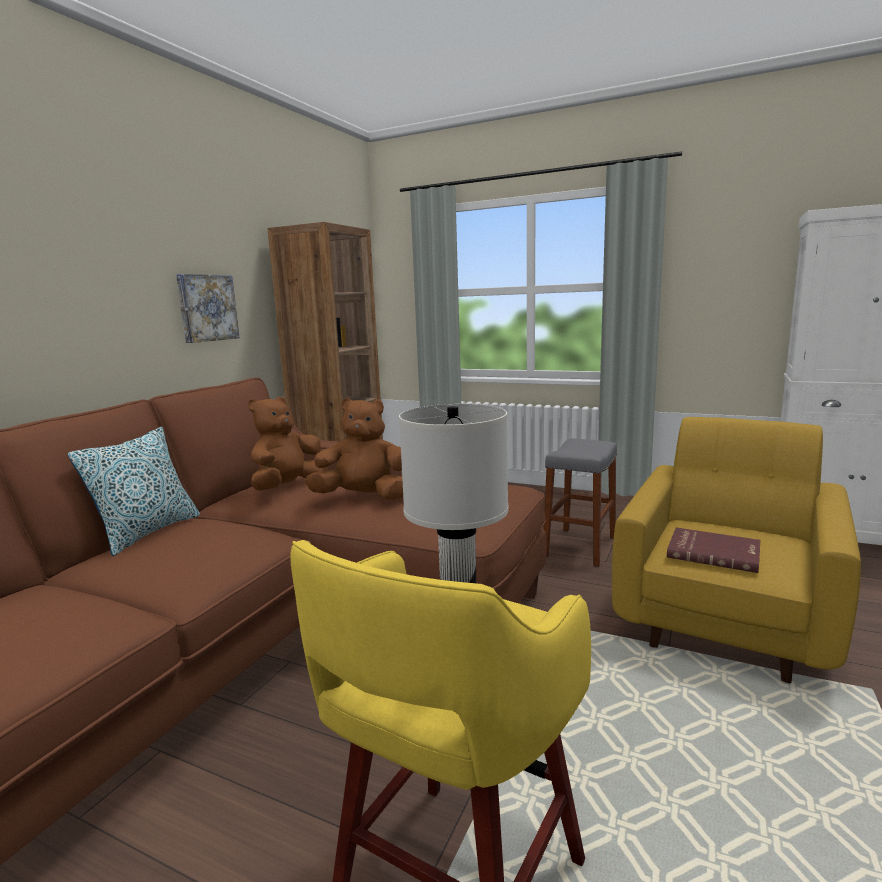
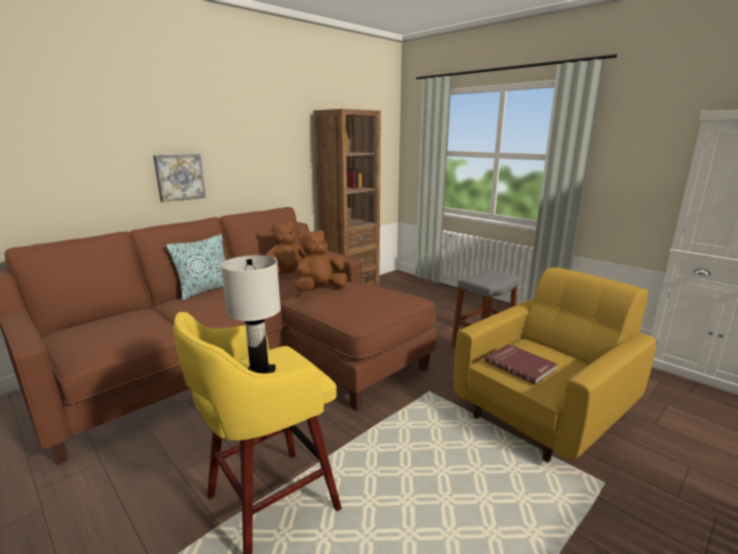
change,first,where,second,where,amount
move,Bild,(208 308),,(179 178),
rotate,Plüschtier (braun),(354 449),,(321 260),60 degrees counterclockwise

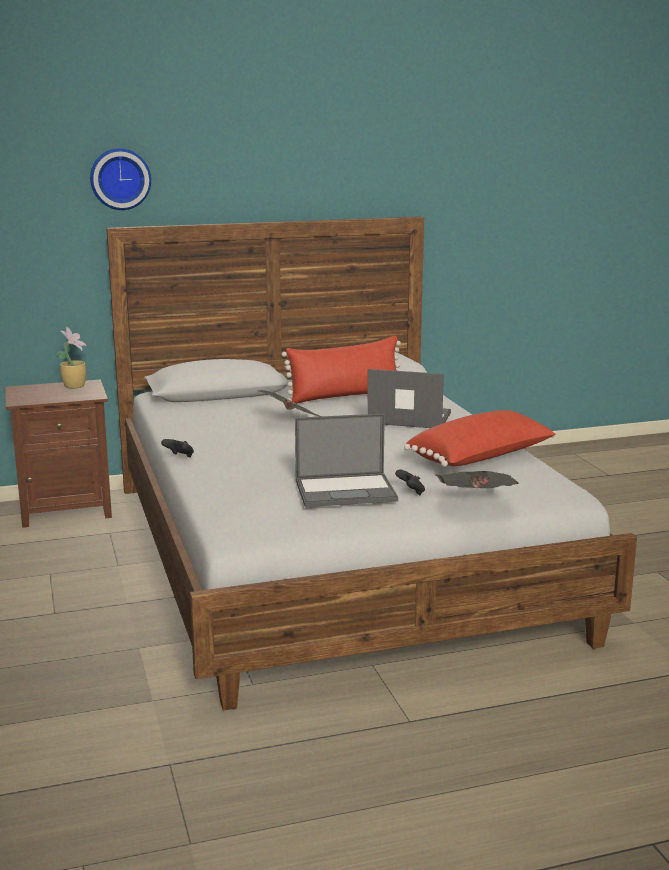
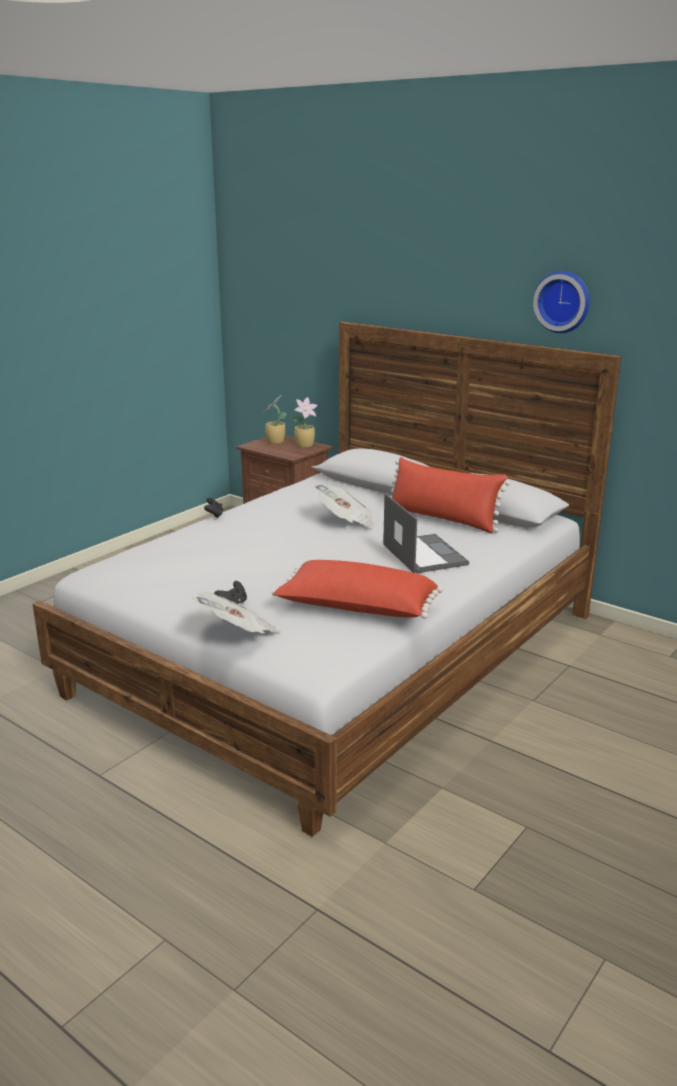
change,first,where,second,where,amount
move,Wanduhr,(120 179),,(561 302),
delete,Laptop,(346 460),,,
insert,,,Topfpflanze,(274 419),

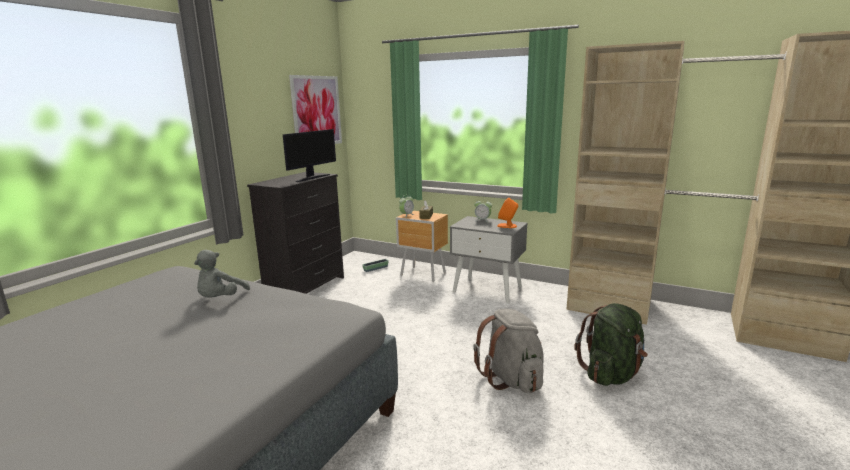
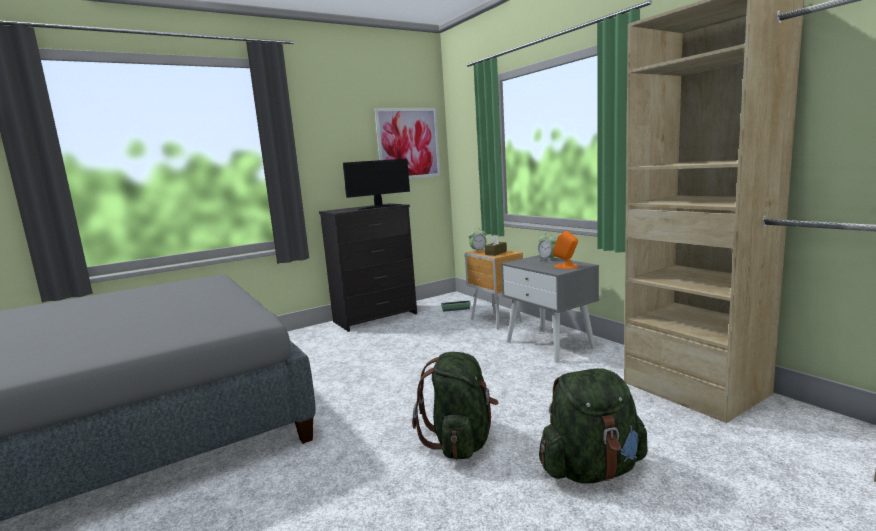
change,first,where,second,where,amount
delete,Plüschtier (grau),(222 274),,,
recolor,Rucksack (grau),(508 351),Rucksack (grün),(455 406),

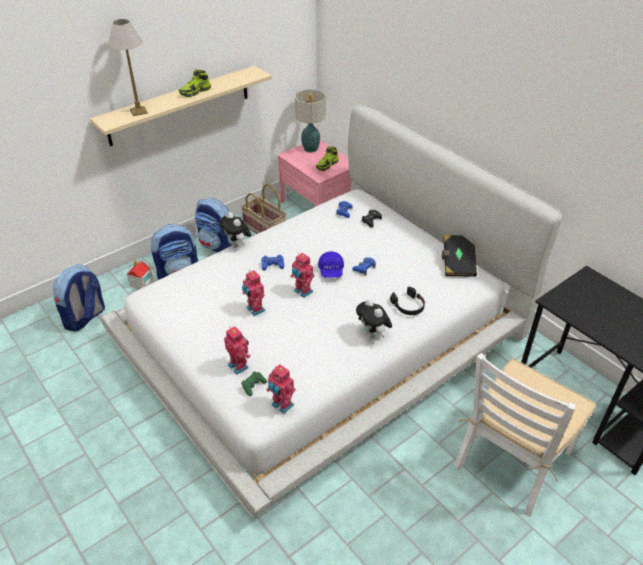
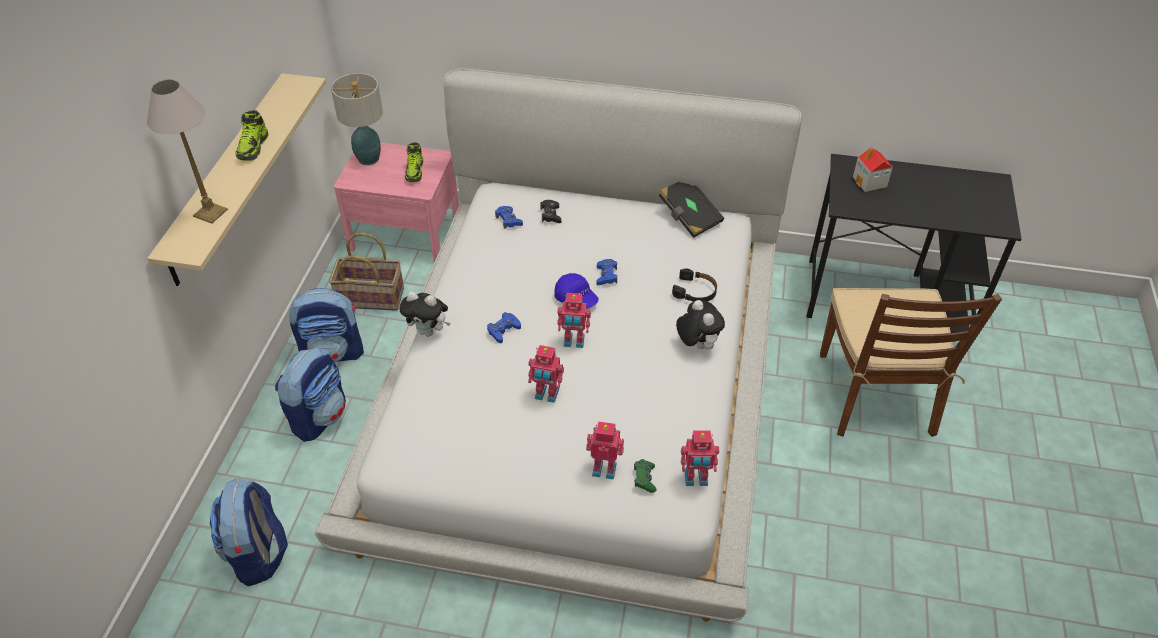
change,first,where,second,where,amount
move,Spielzeughaus,(140 274),,(873 169),
rotate,Plüschtier,(374 319),,(700 325),135 degrees counterclockwise
recolor,Stuhl (weiß),(525 434),Stuhl (braun),(911 362),

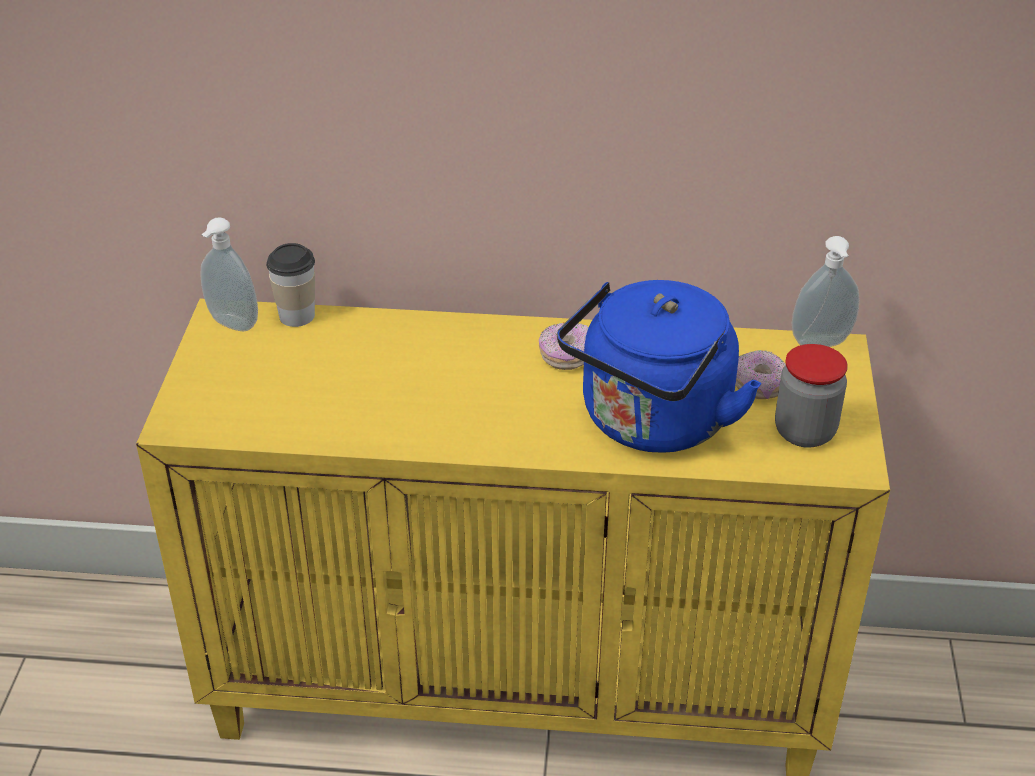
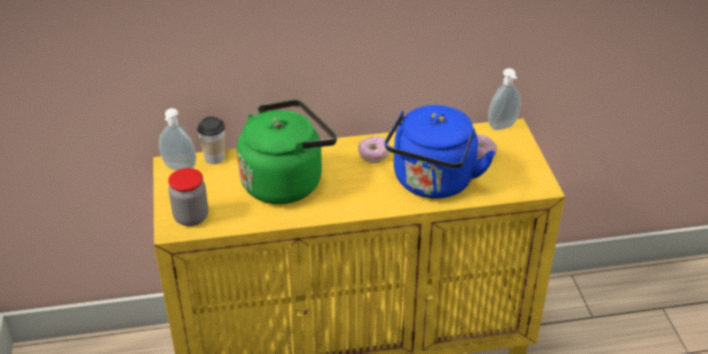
change,first,where,second,where,amount
move,Vorratsglas,(811 396),,(188 197),
insert,,,Wasserkessel (grün),(287 152),

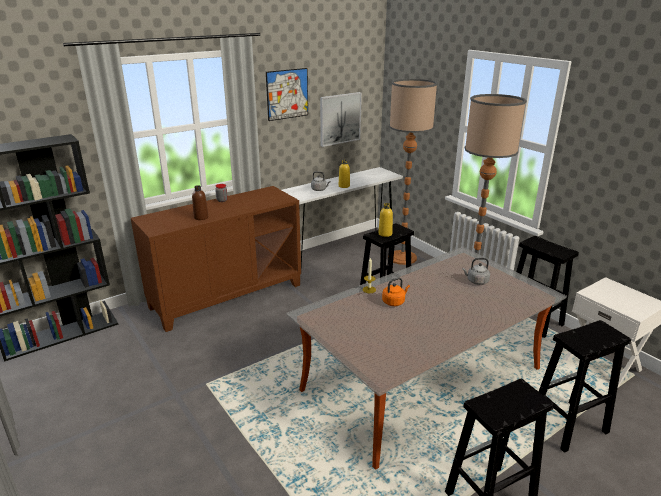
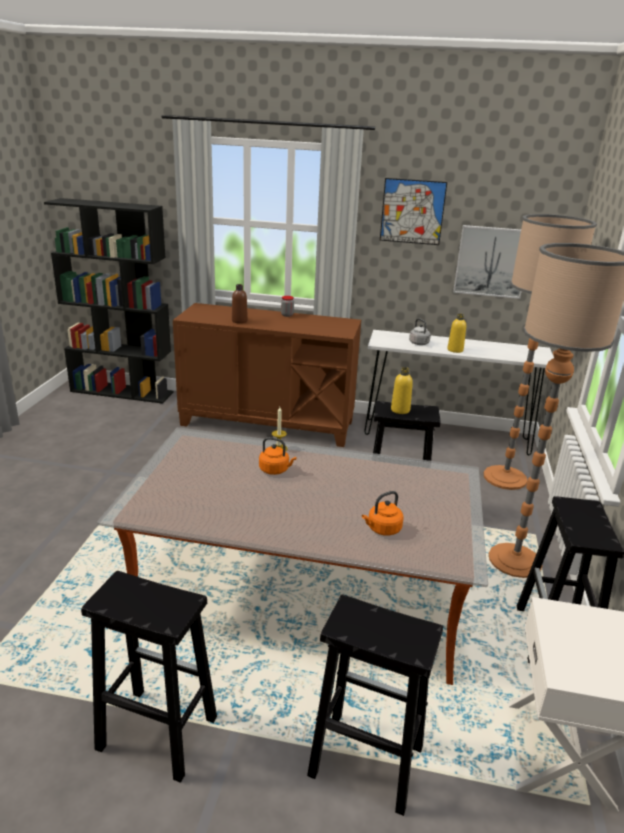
change,first,where,second,where,amount
delete,Wasserkessel (grau),(476 271),,,
insert,,,Wasserkessel (orange),(383 513),

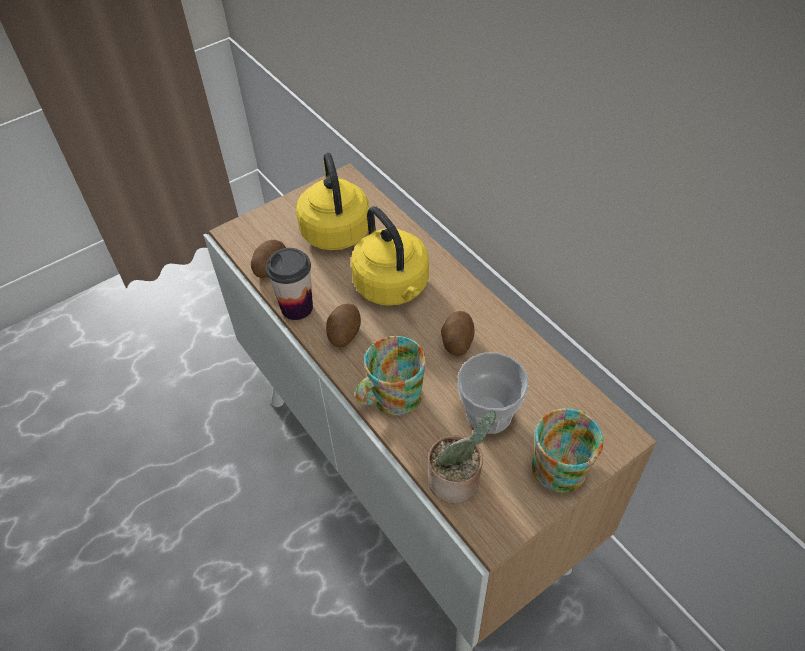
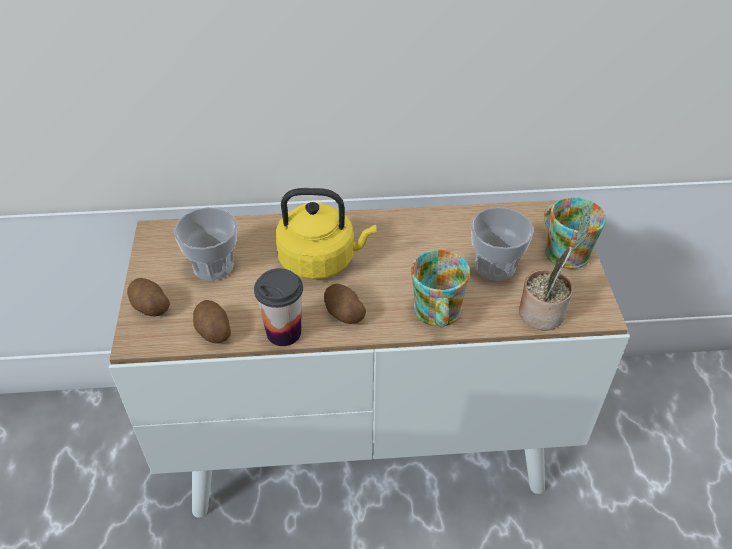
change,first,where,second,where,amount
replace,Wasserkessel (gelb),(332 201),Tasse,(205 244),
move,Kartoffel,(457 333),,(148 297),

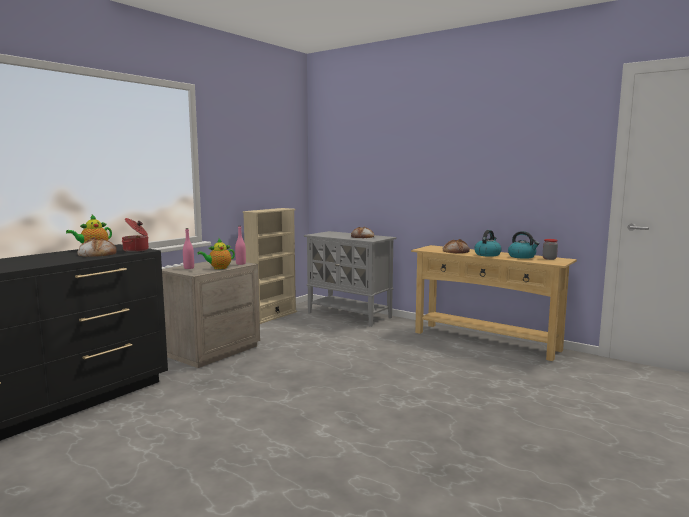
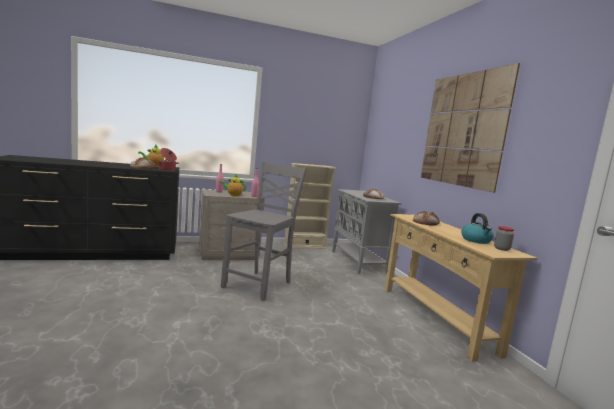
change,first,where,second,where,amount
delete,Wasserkessel,(488 243),,,
insert,,,Stuhl (grau),(264 231),
insert,,,Bild,(470 128),

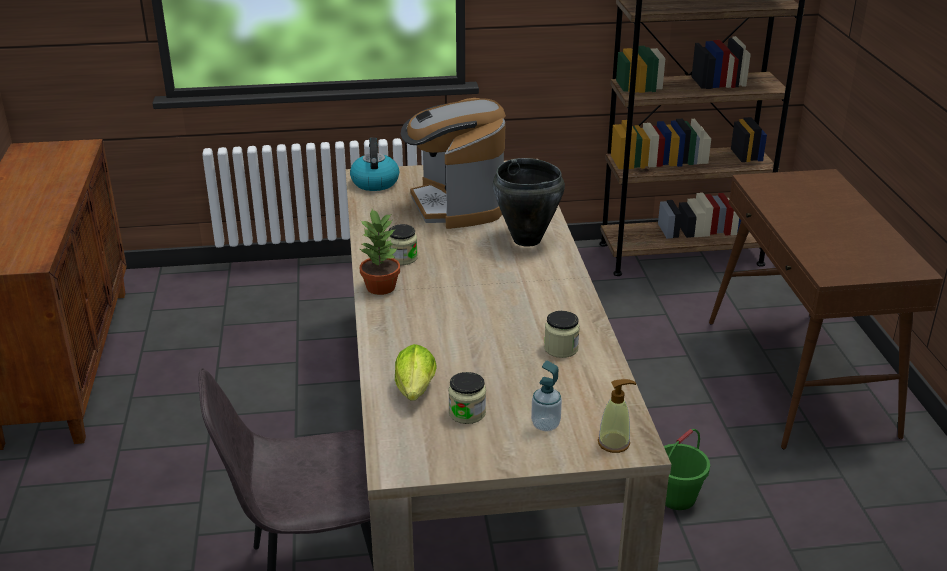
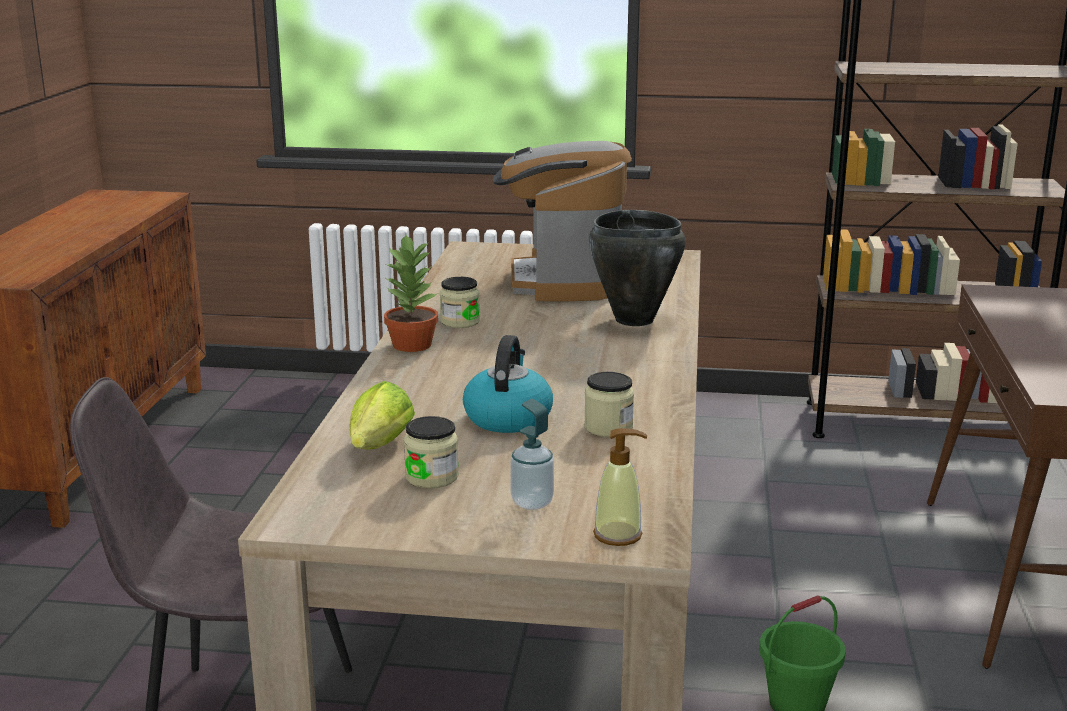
change,first,where,second,where,amount
move,Wasserkessel,(374 164),,(508 384),

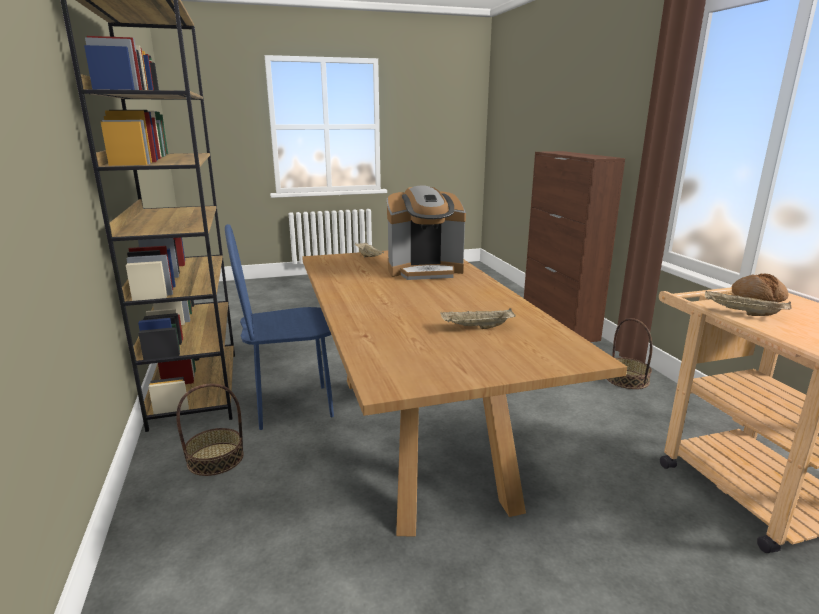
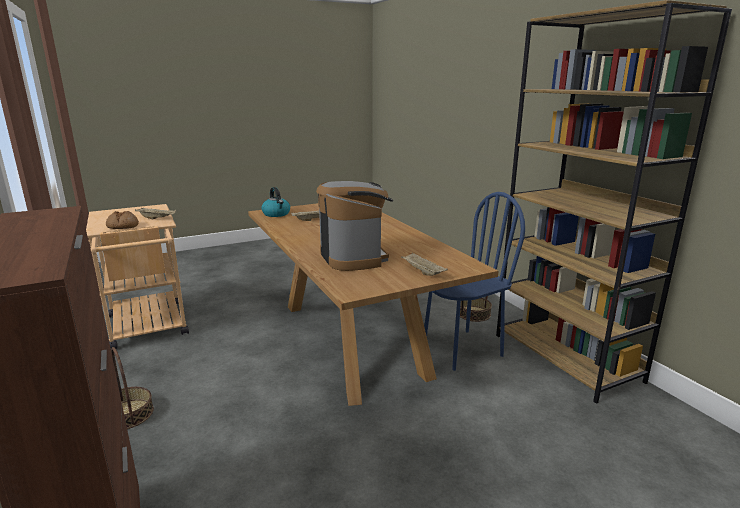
change,first,where,second,where,amount
rotate,Kaffeemaschine,(426 233),,(354 226),90 degrees clockwise
insert,,,Wasserkessel,(275 202),

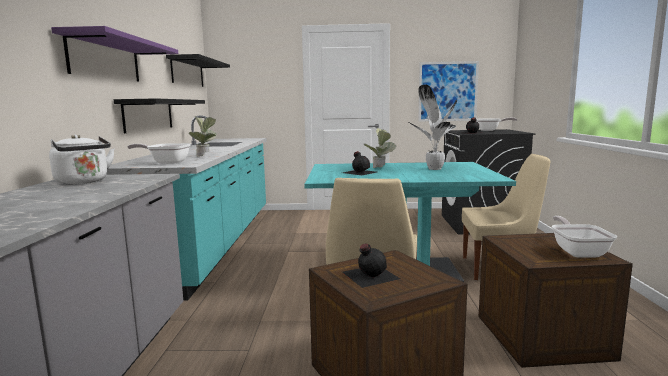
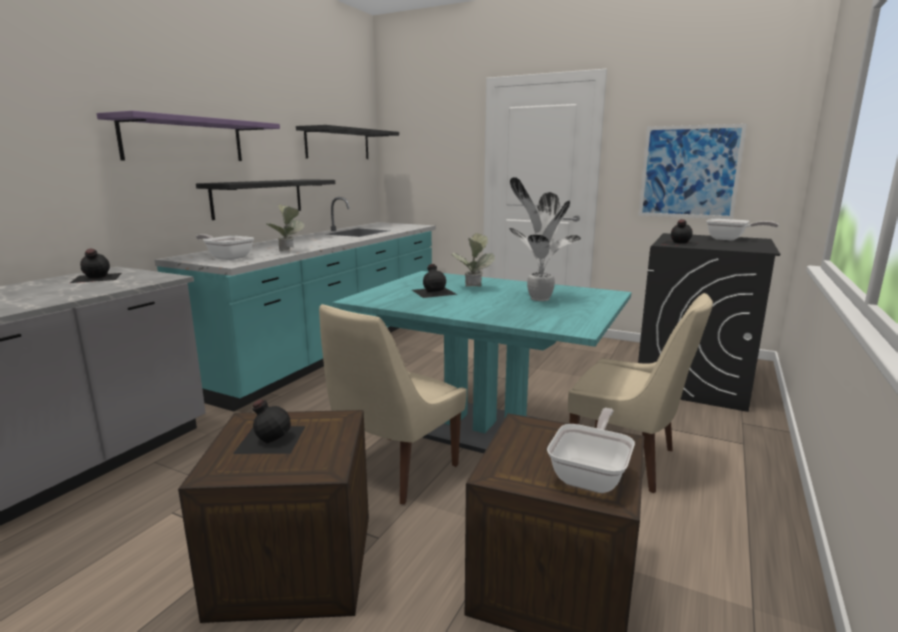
change,first,where,second,where,amount
replace,Wasserkessel (weiß),(81 159),Flasche (schwarz),(96 266),

